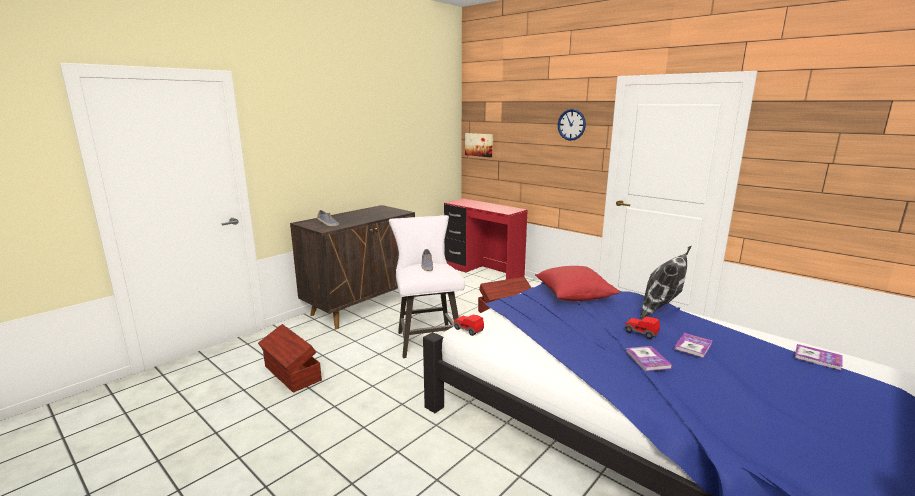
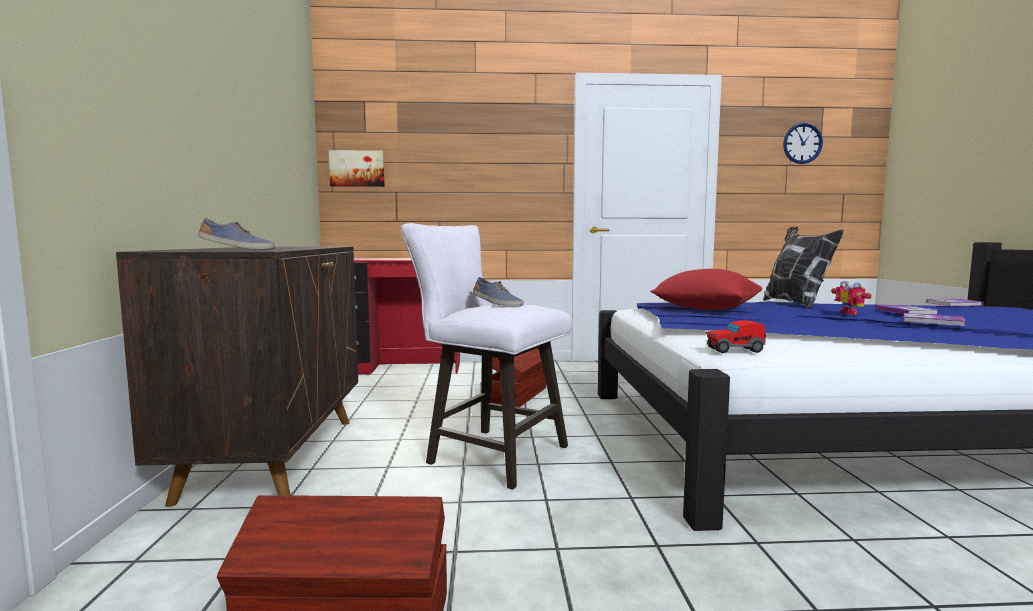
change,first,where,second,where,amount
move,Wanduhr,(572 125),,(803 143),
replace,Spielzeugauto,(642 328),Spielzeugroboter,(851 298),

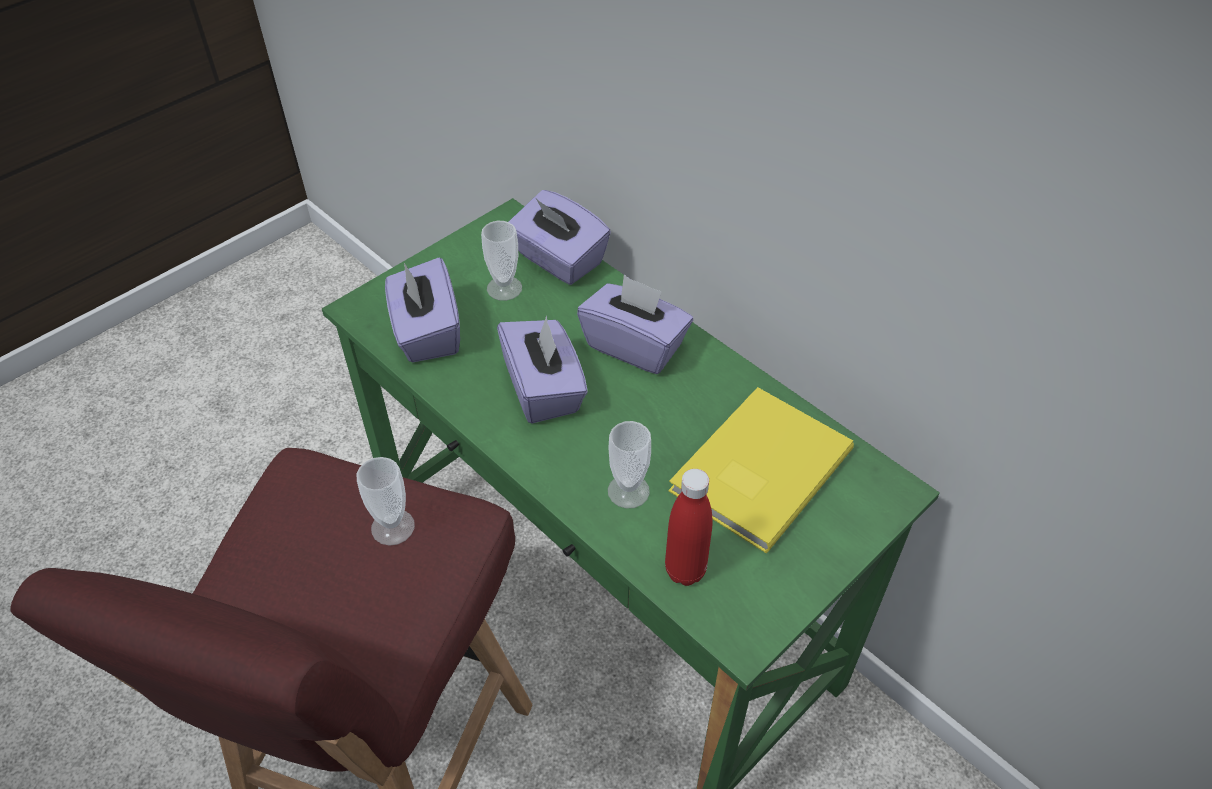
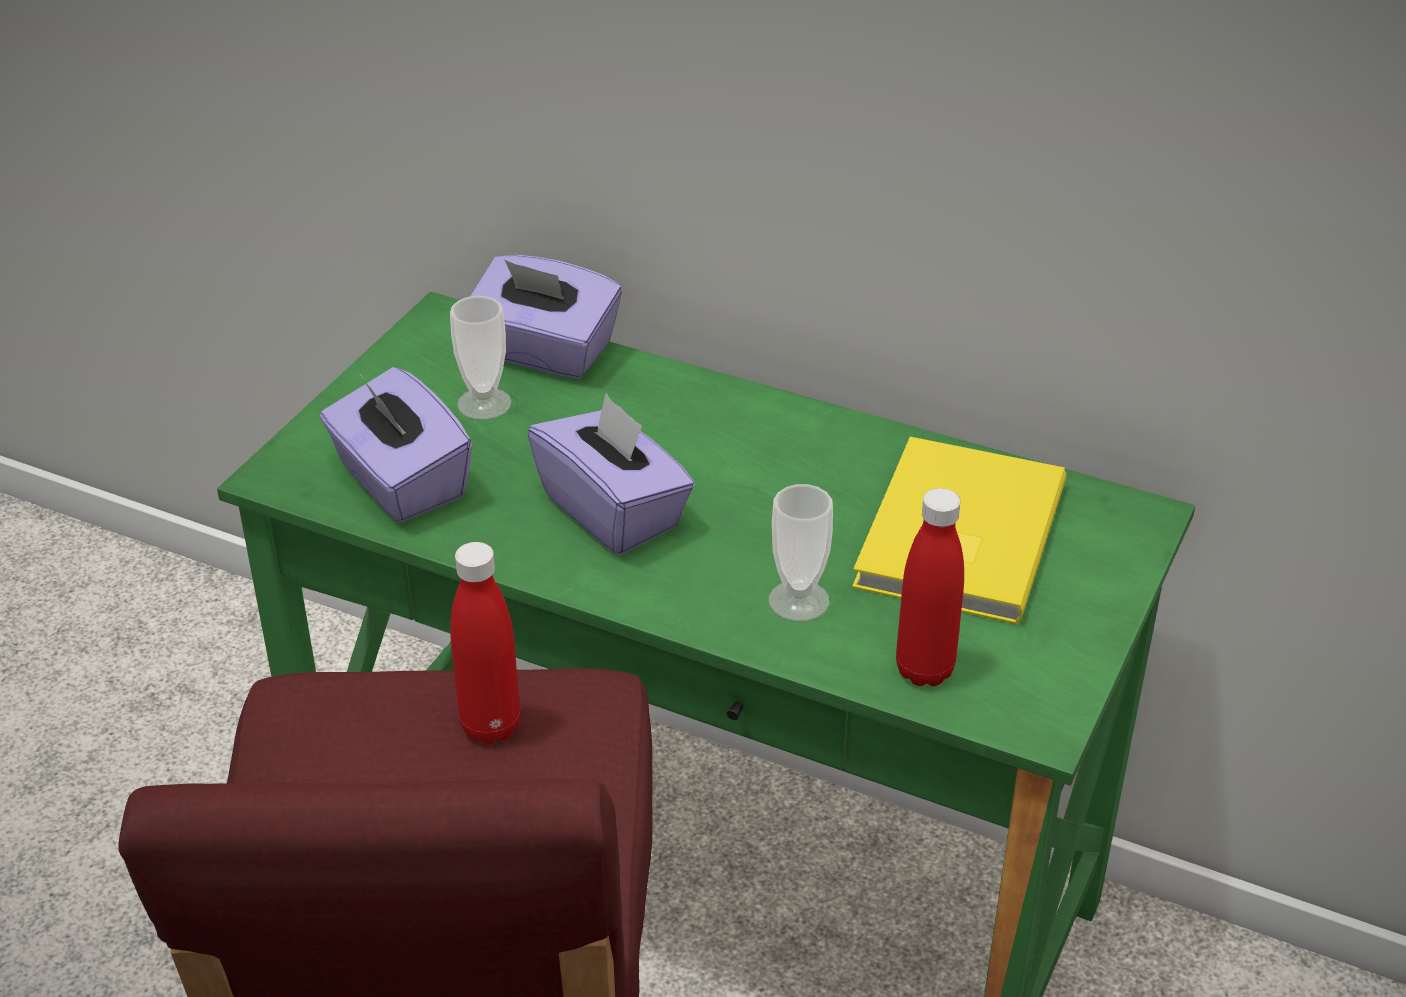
change,first,where,second,where,amount
replace,Tasse,(386 501),Flasche (rot),(485 643),
delete,Taschentuchbox (lila),(635 324),,,

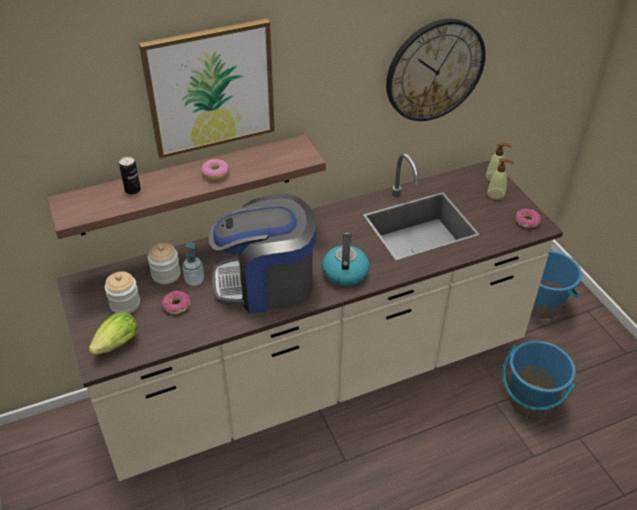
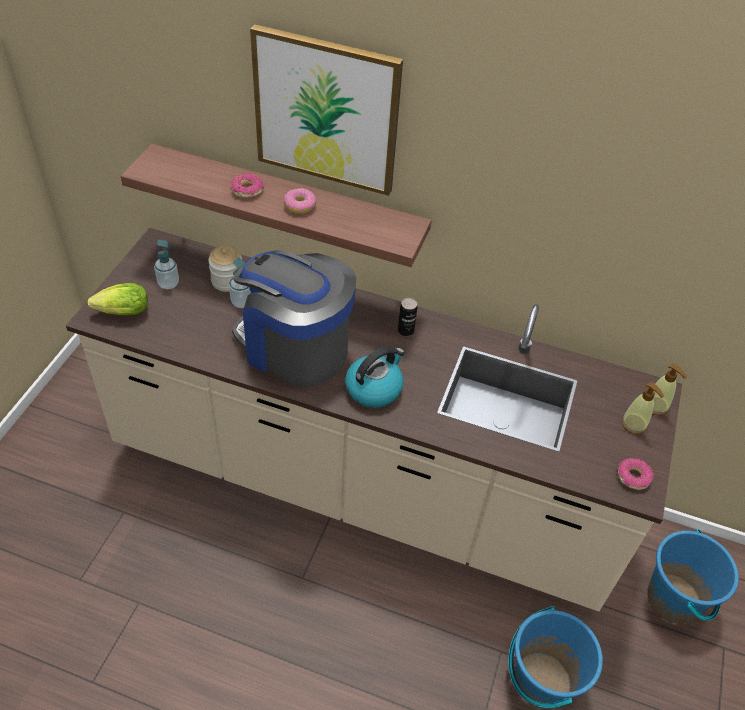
change,first,where,second,where,amount
replace,Vorratsglas,(122 292),Seifenspender,(166 264),
move,Dose,(130 175),,(408 317),
move,Donut,(176 302),,(247 185),
delete,Wanduhr,(436 70),,,

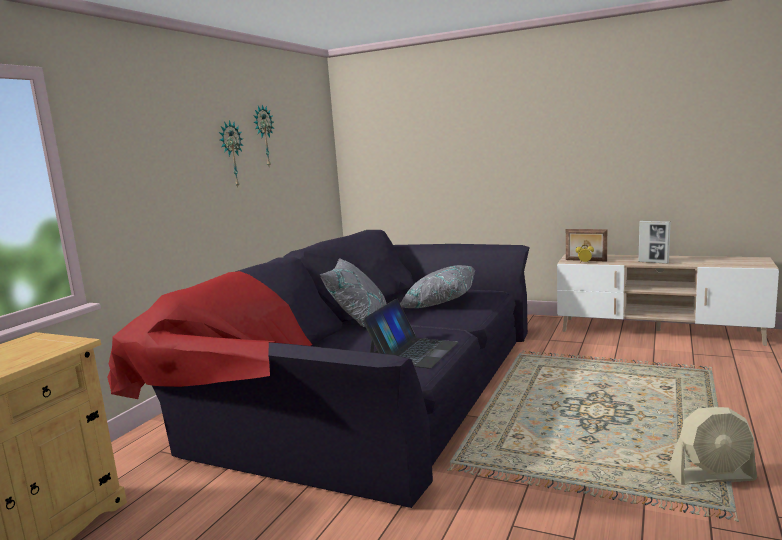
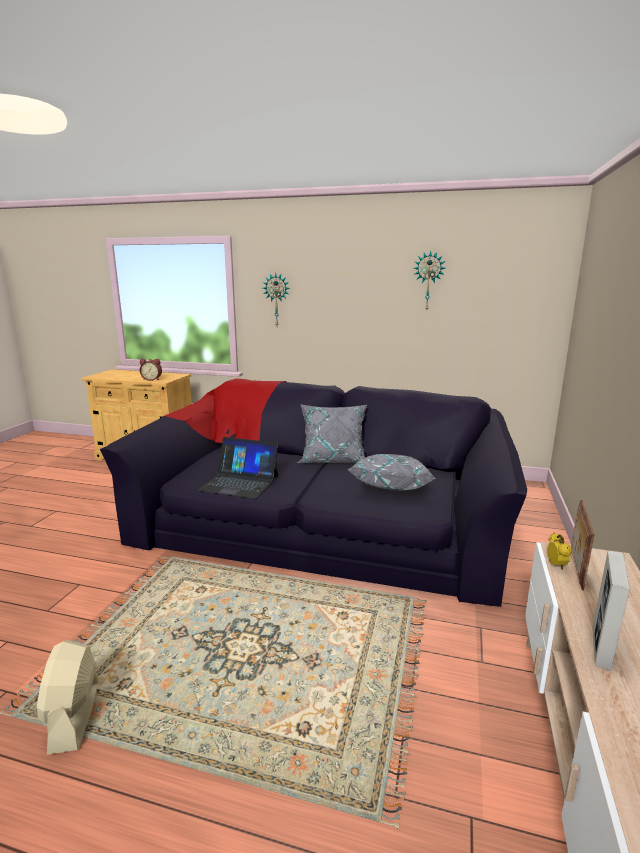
change,first,where,second,where,amount
move,Wanduhr,(231 154),,(276 299),
insert,,,Wecker,(151 370),

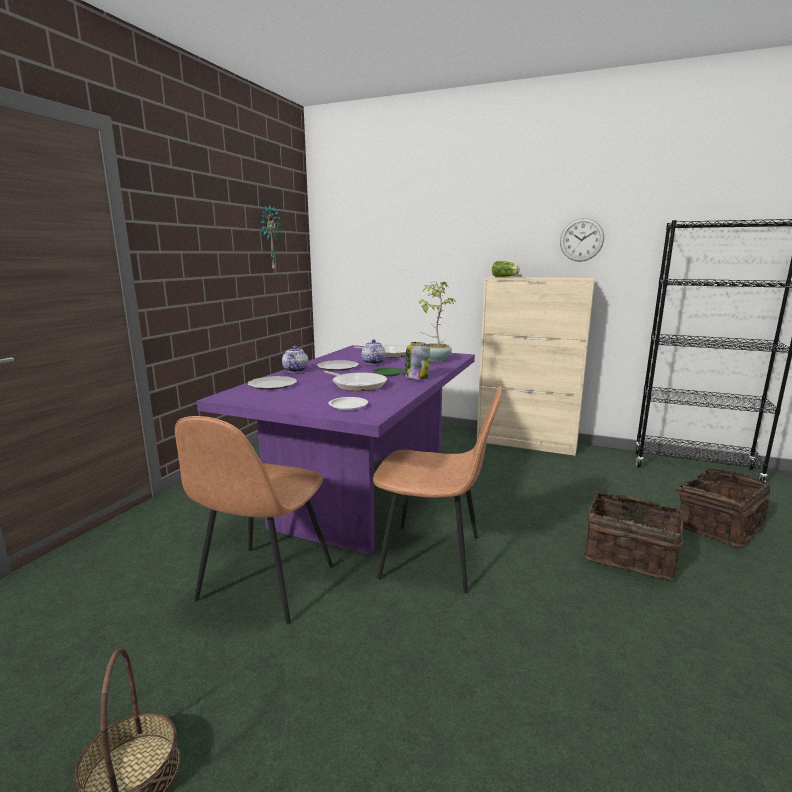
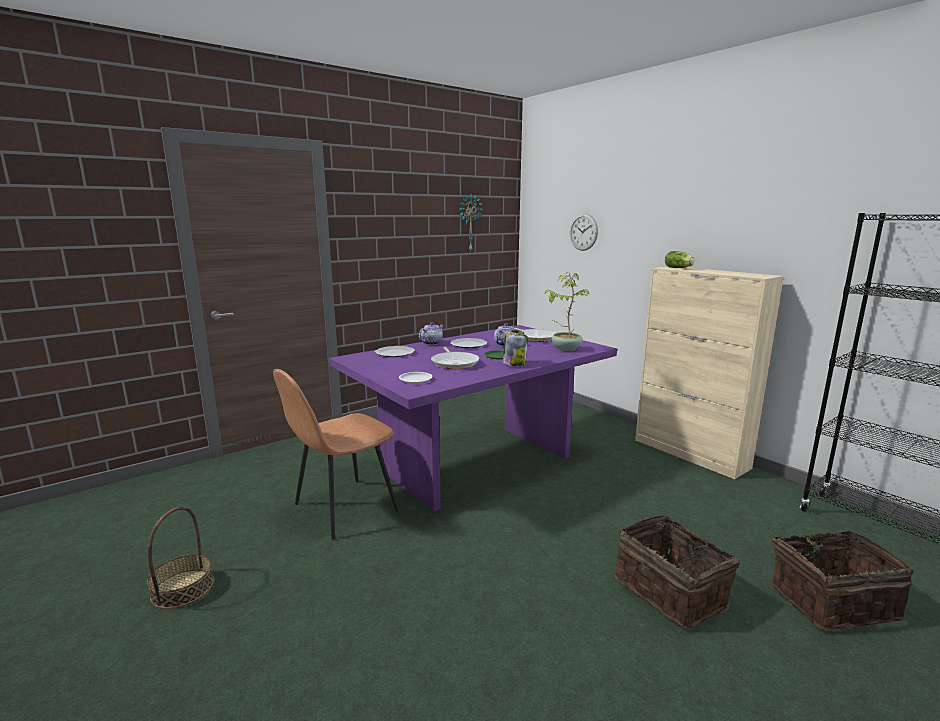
change,first,where,second,where,amount
delete,Stuhl (braun),(438 489),,,
move,Wanduhr,(582 240),,(584 232),

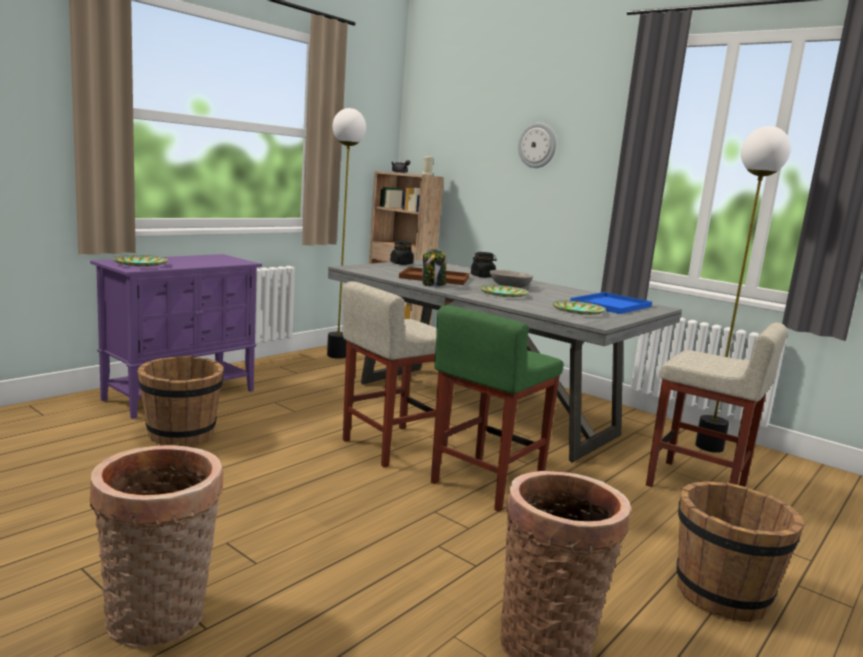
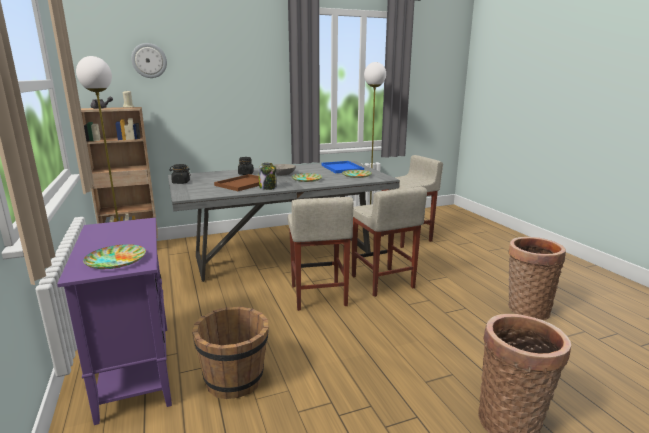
change,first,where,second,where,amount
recolor,Hocker (grün),(497 408),Hocker (beige),(389 242),
move,Wanduhr,(537 145),,(149 60),
delete,Eimer (braun),(740 551),,,

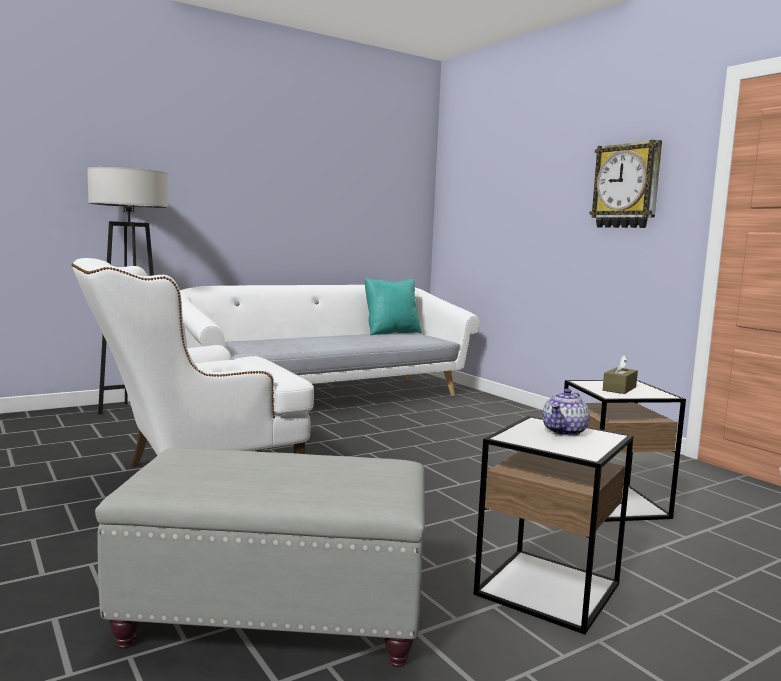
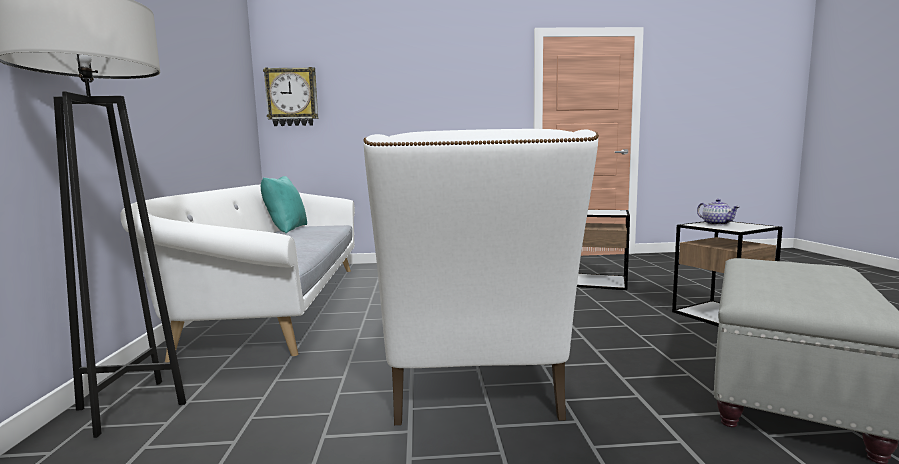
change,first,where,second,where,amount
move,Wanduhr,(625 184),,(290 96),
delete,Taschentuchbox (braun),(620 374),,,

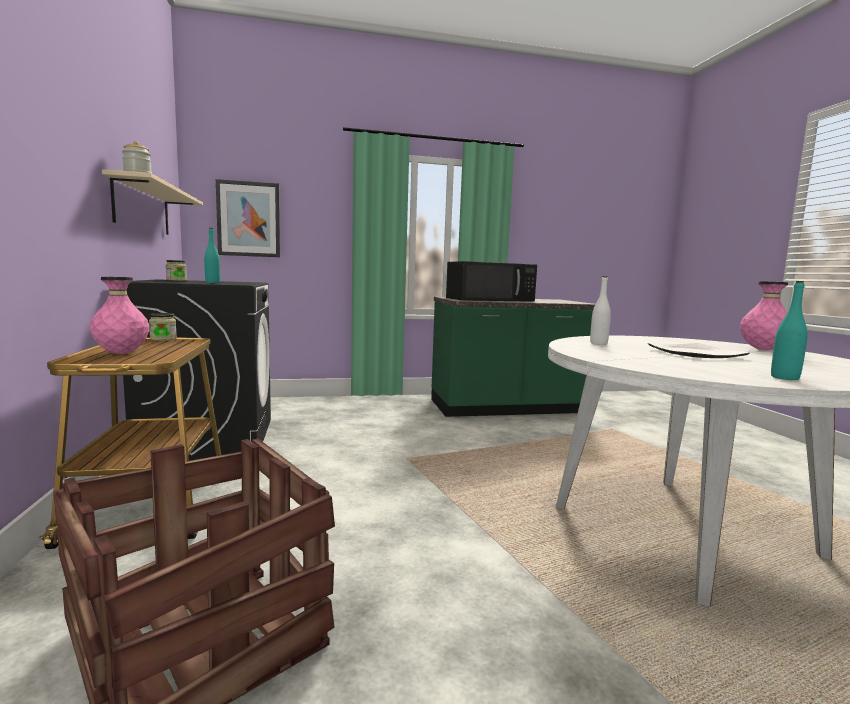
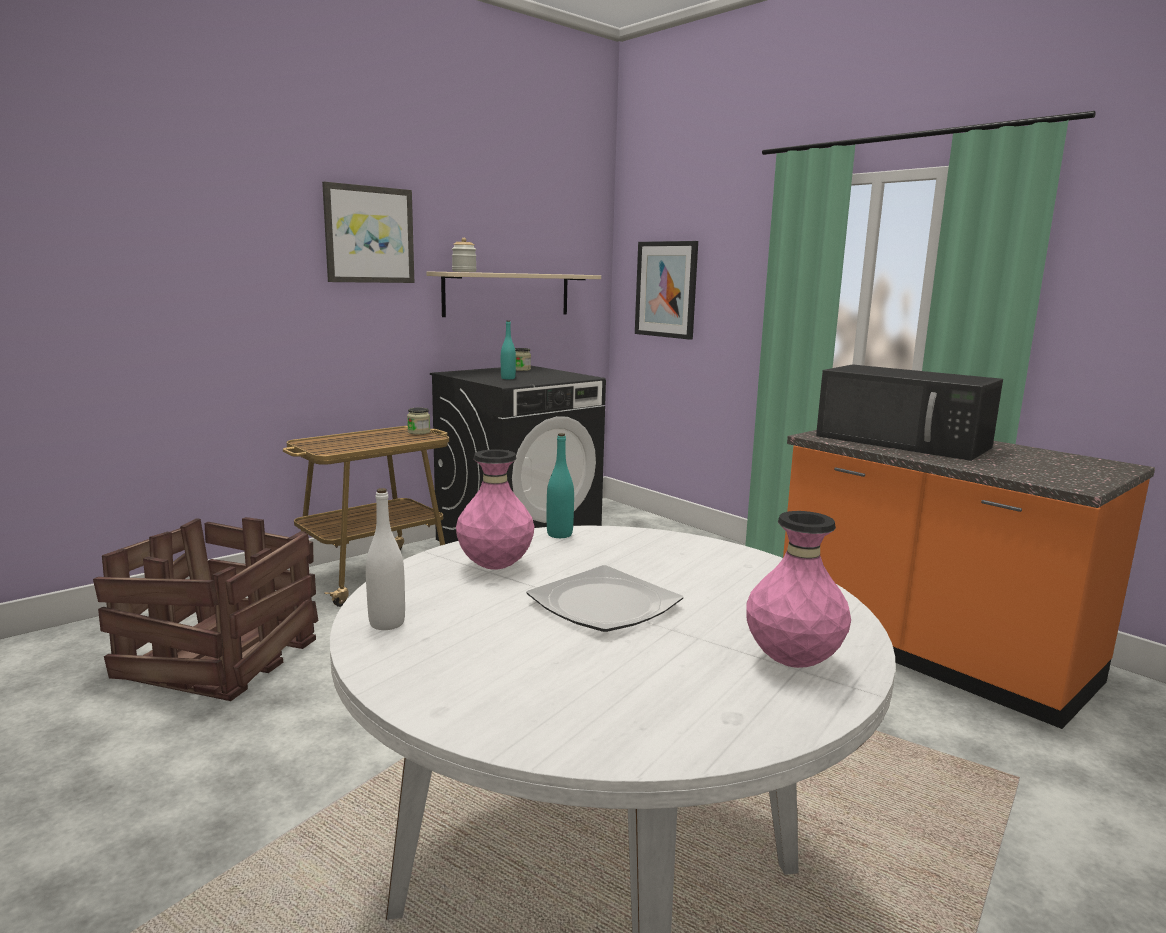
change,first,where,second,where,amount
move,Vase (rosa),(119 315),,(495 509),
recolor,Küchenzeile (grün),(513 356),Küchenzeile (orange),(969 579),
move,Flasche (weiß),(600 310),,(385 559),
move,Flasche (türkis),(789 330),,(560 485),
insert,,,Bild,(368 232),

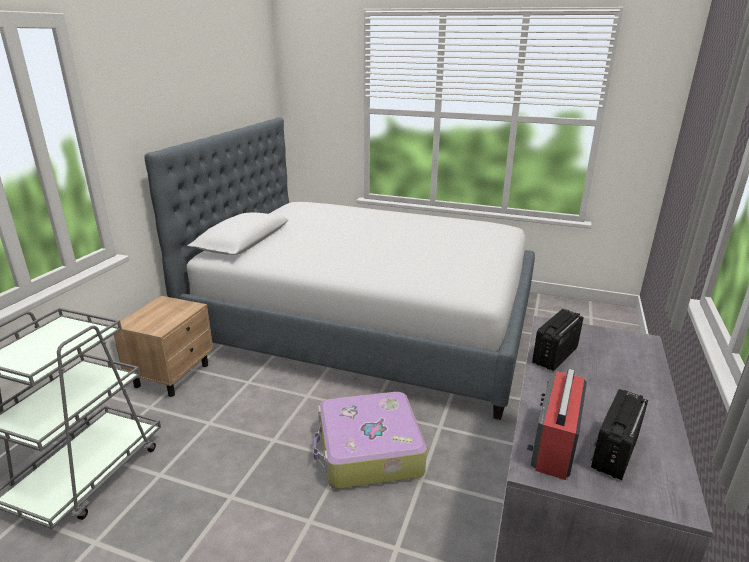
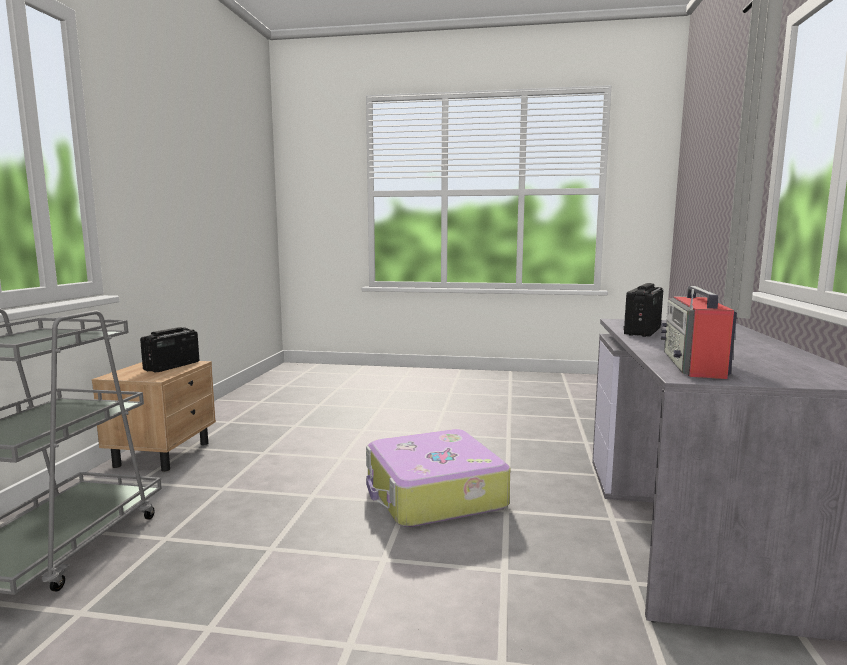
change,first,where,second,where,amount
delete,Bett,(340 268),,,
move,Radio,(619 434),,(169 349),

